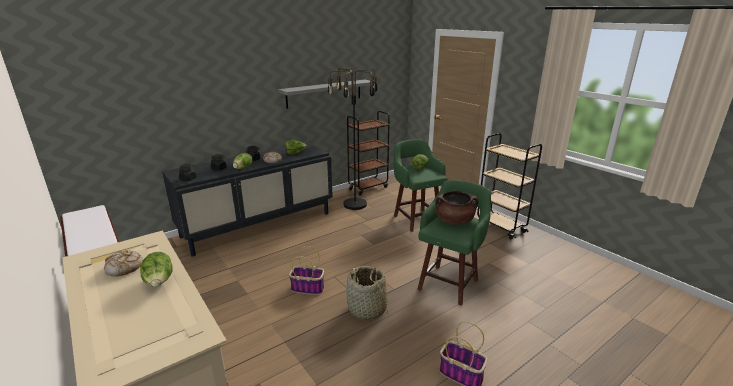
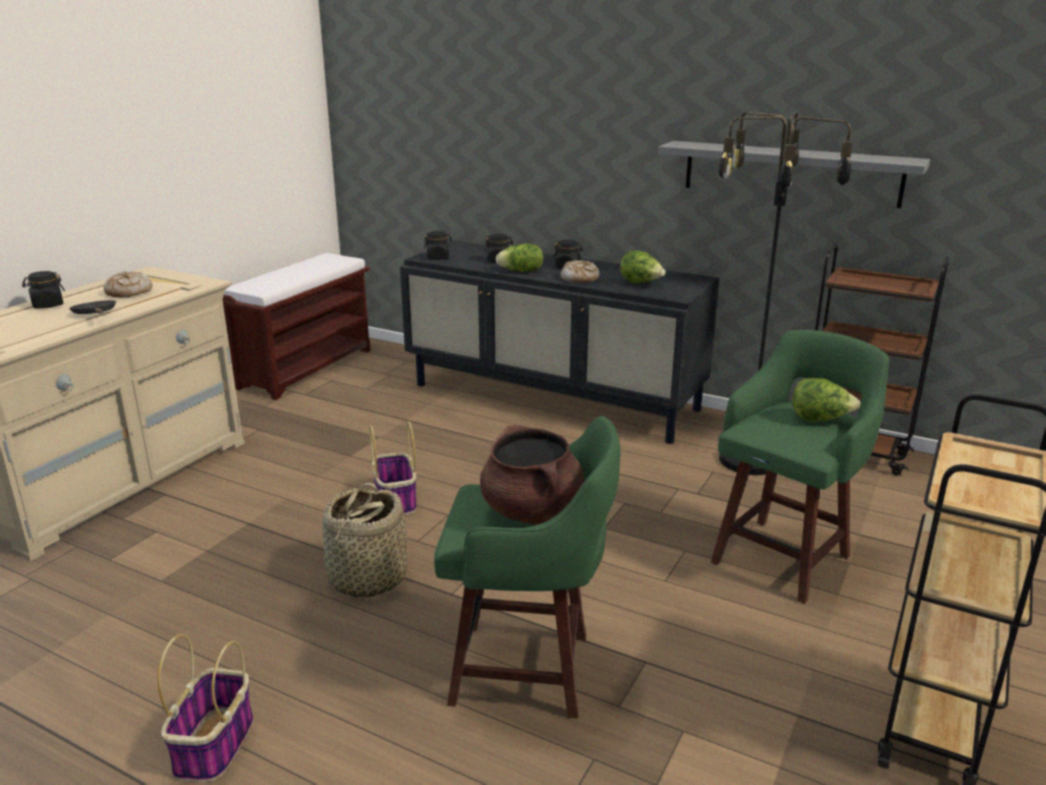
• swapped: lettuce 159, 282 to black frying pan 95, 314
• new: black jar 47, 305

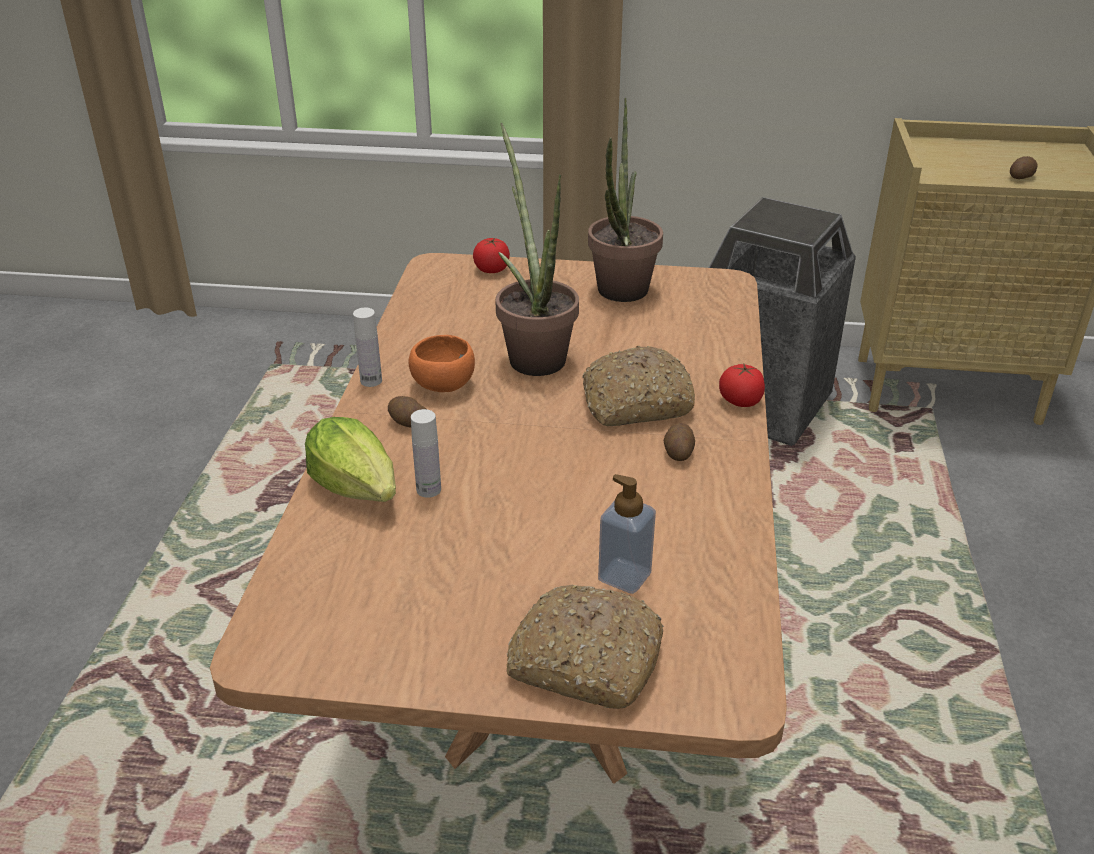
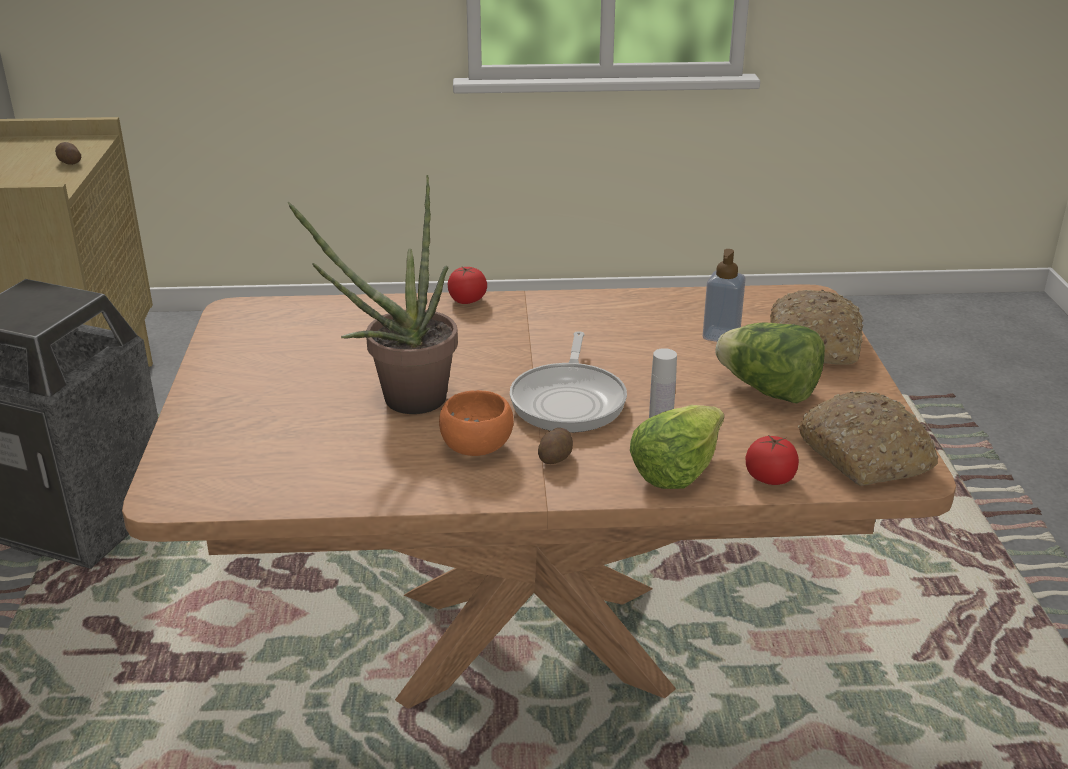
• gone: potted plant 620, 295
• shifted: tomato 492, 269 to 770, 478
• gone: white bottle 371, 381
• shifted: bread 635, 403 to 866, 455
• gone: potato 678, 452
• new: lettuce 768, 391
• new: frying pan 569, 400

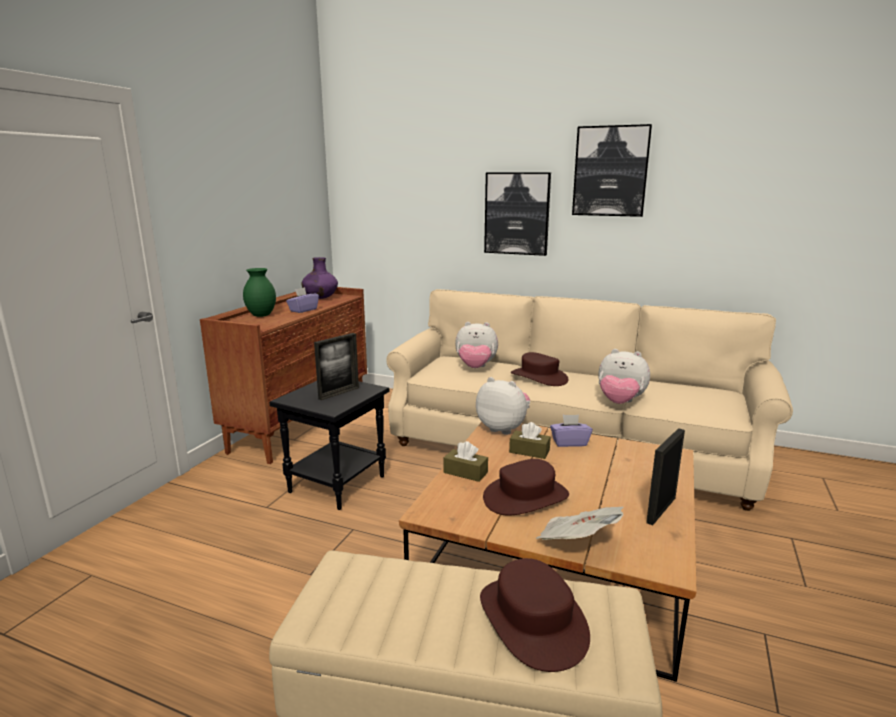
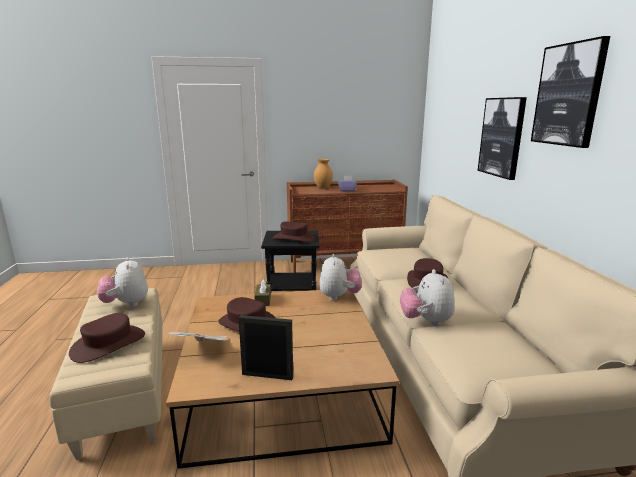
• gone: purple vase 320, 298
• repainted: green vase 261, 315 to brown vase 323, 188
• shifted: plush toy 475, 367 to 126, 304
• swapped: picture frame 339, 393 to brown hat 294, 238
• gone: purple tissue box 569, 442
• gone: brown tissue box 529, 451

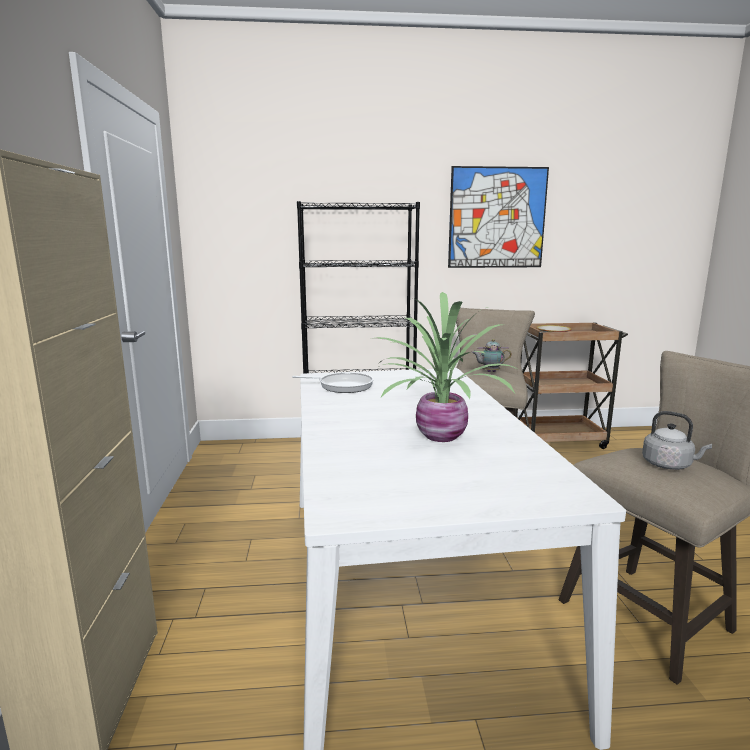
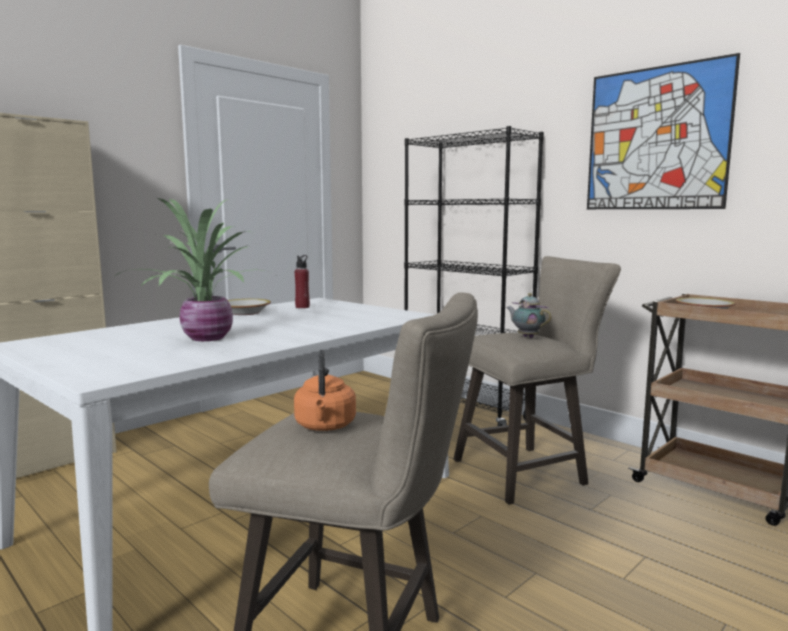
• swapped: frying pan 342, 386 to red bottle 302, 307
• repainted: grey kettle 669, 465 to orange kettle 325, 427
• new: bowl 245, 313

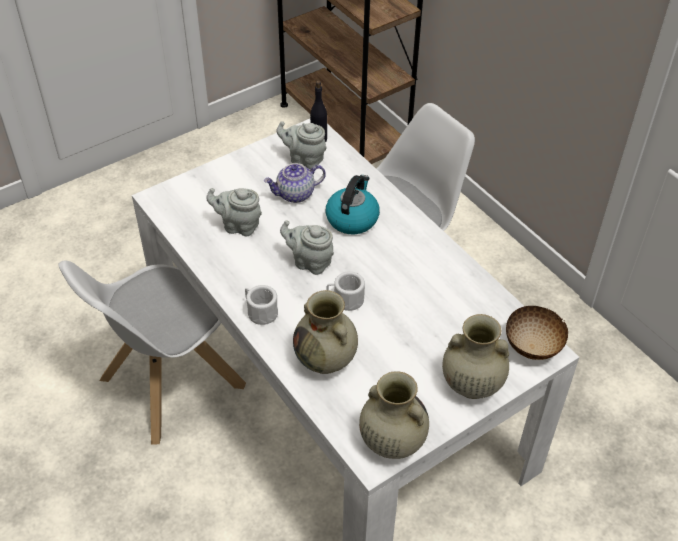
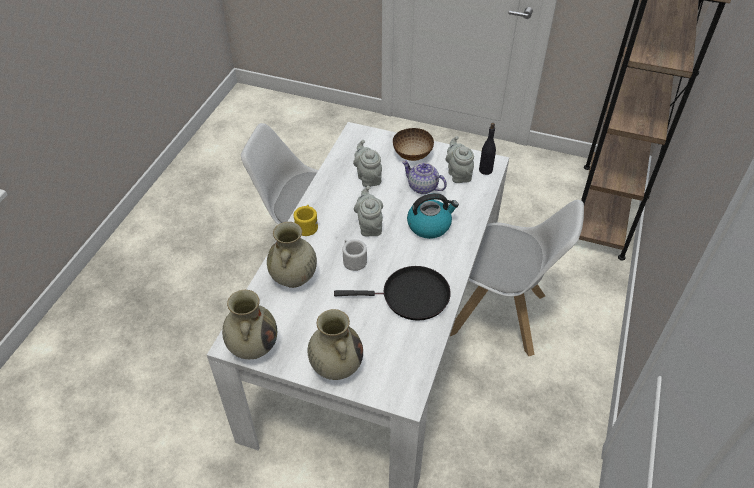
• repainted: white mug 260, 311 to yellow mug 307, 226
• shifted: bowl 532, 348 to 412, 155
• new: black frying pan 411, 296

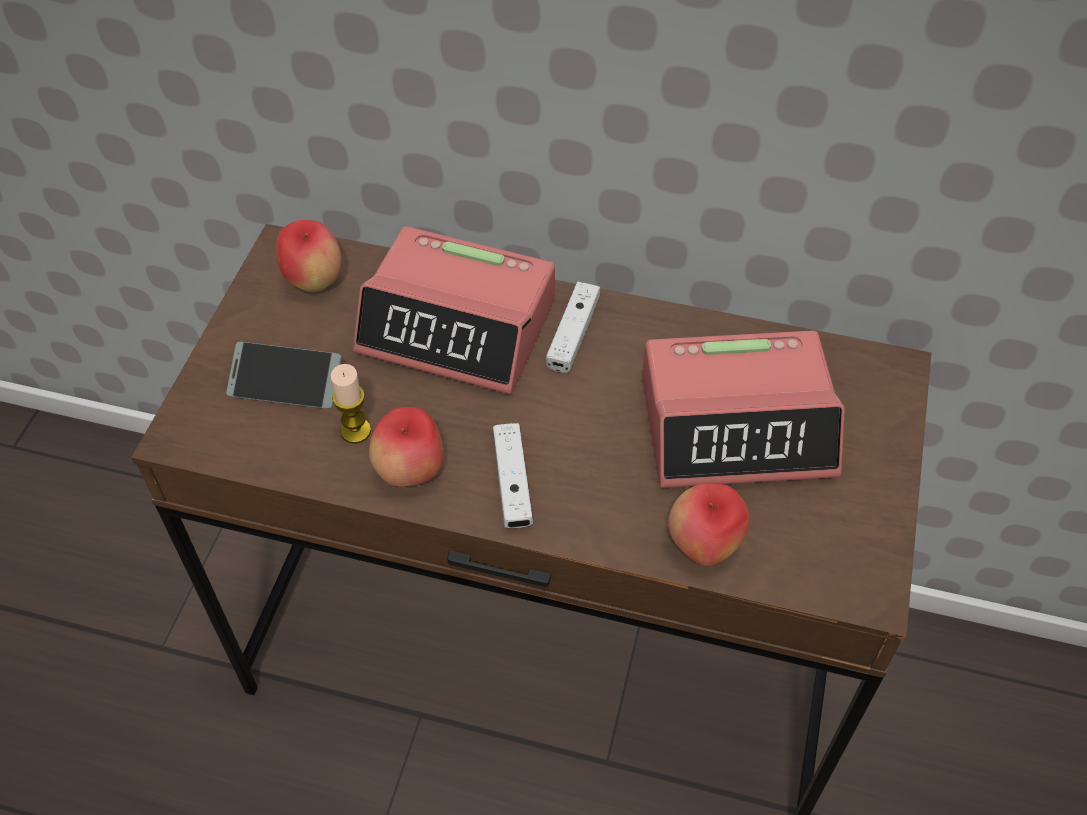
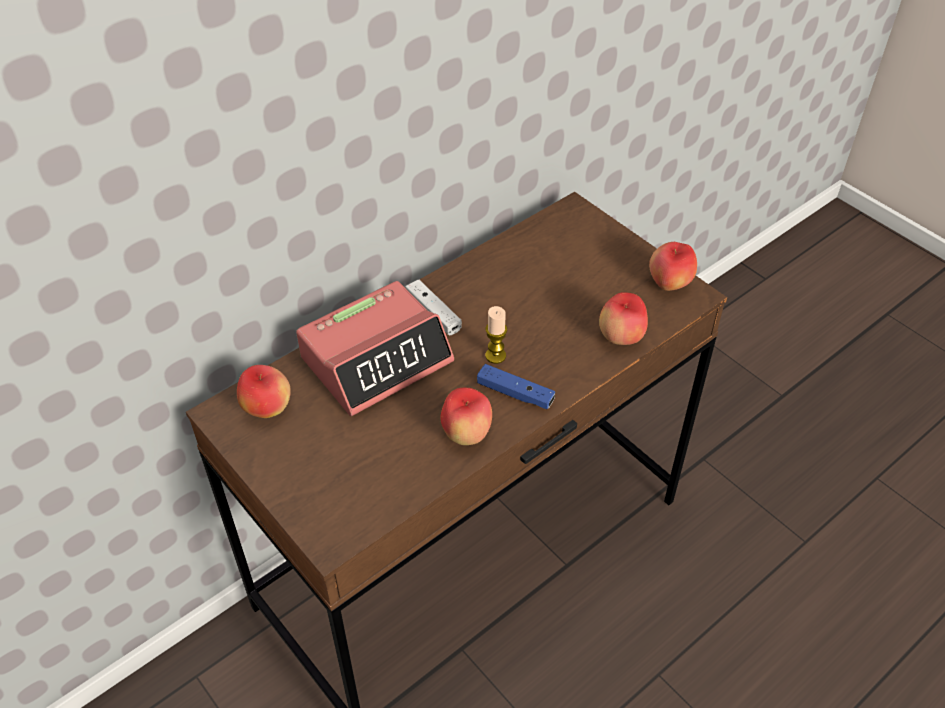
• gone: alarm clock 737, 425
• gone: phone 286, 383
• shifted: candle 355, 431 to 495, 356
• repainted: white game controller 512, 483 to blue game controller 515, 393
• new: apple 669, 284

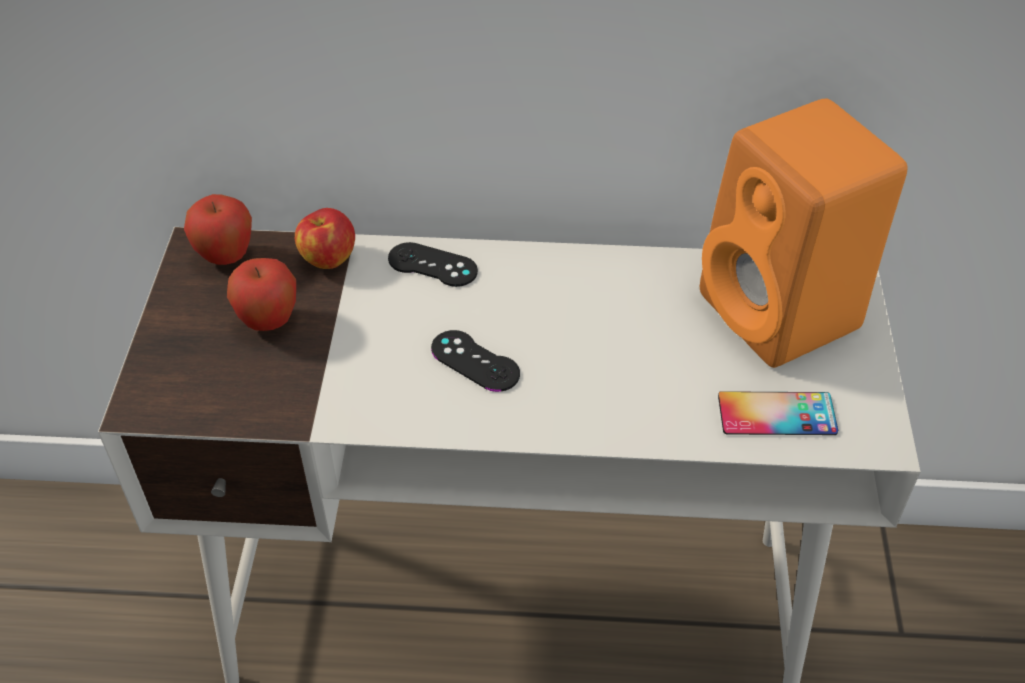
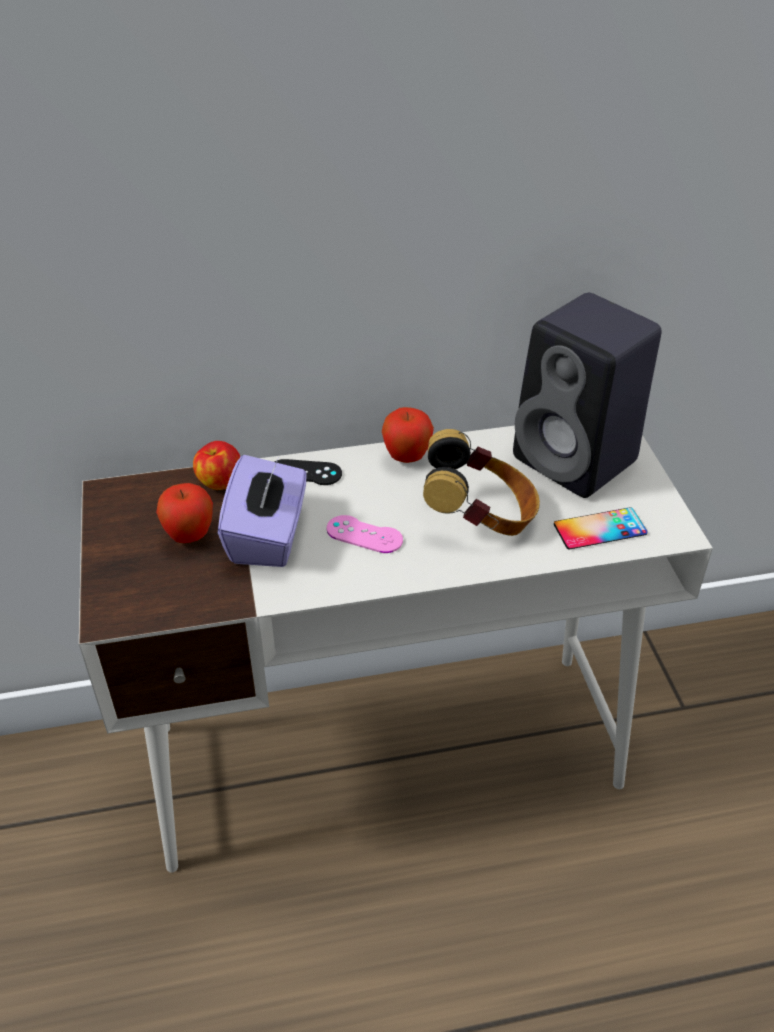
• repainted: orange speaker 783, 314 to black speaker 578, 461
• shifted: apple 226, 257 to 407, 458
• repainted: black game controller 475, 361 to pink game controller 364, 534
• new: headphones 480, 518
• new: purple tissue box 268, 536

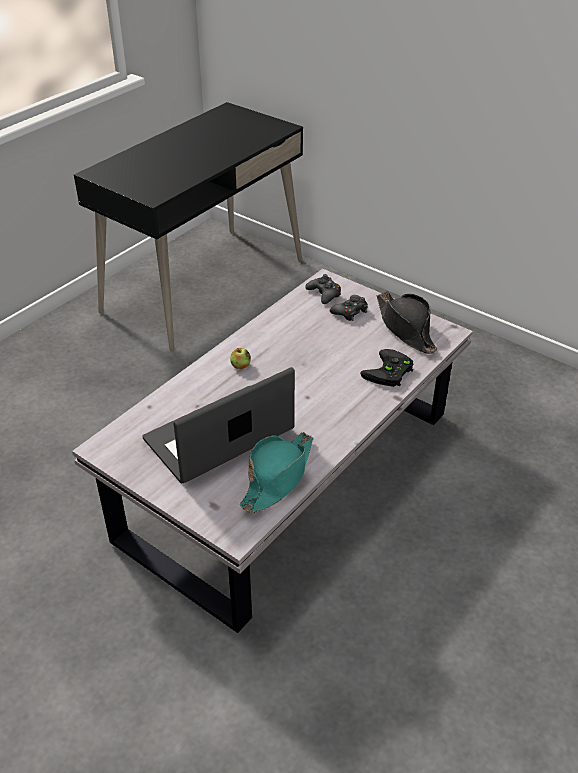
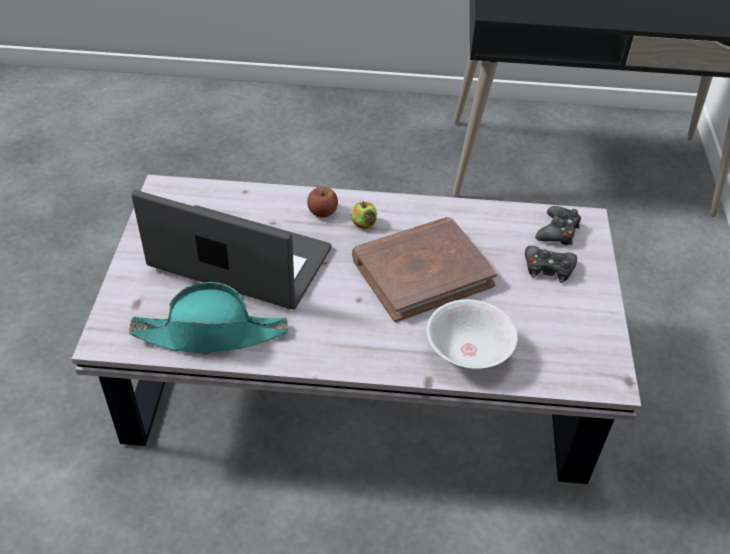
• gone: black hat 406, 328
• swapped: black game controller 389, 373 to white bowl 467, 354
• new: apple 322, 212
• new: brown book 422, 272

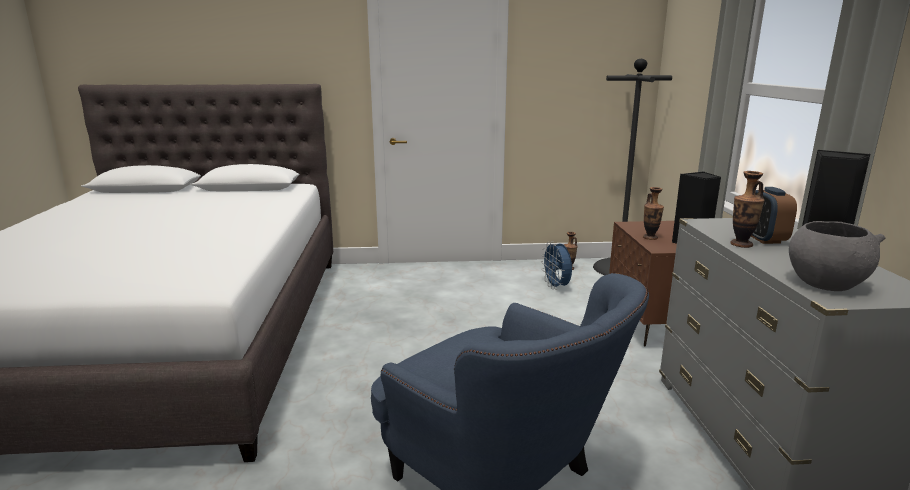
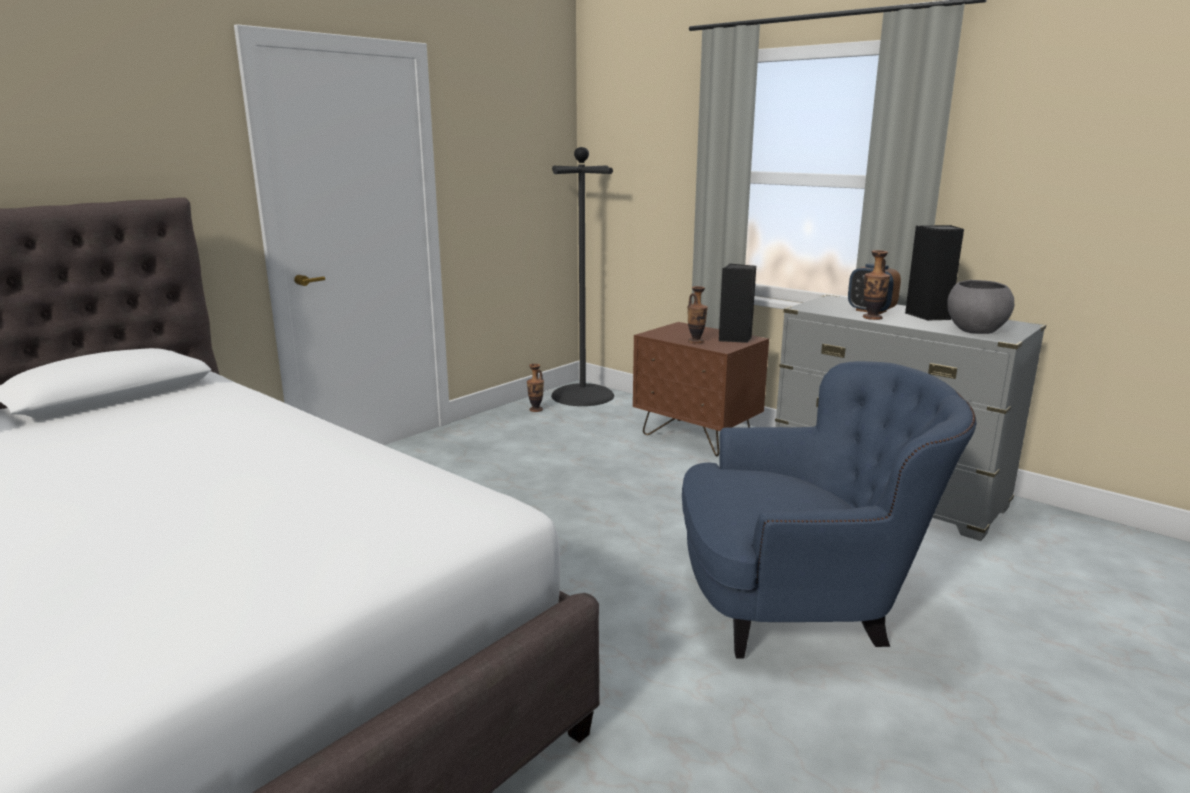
• gone: blue fan 556, 287

